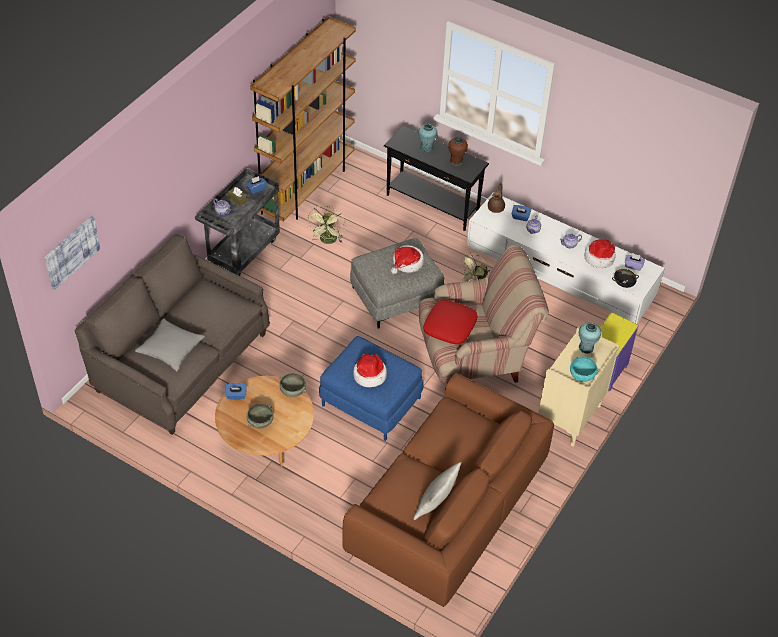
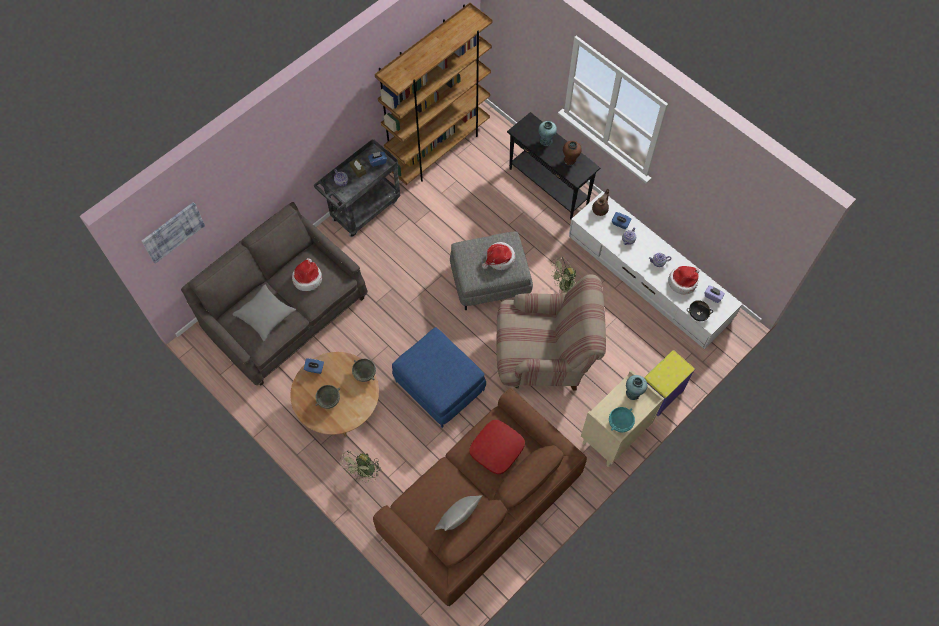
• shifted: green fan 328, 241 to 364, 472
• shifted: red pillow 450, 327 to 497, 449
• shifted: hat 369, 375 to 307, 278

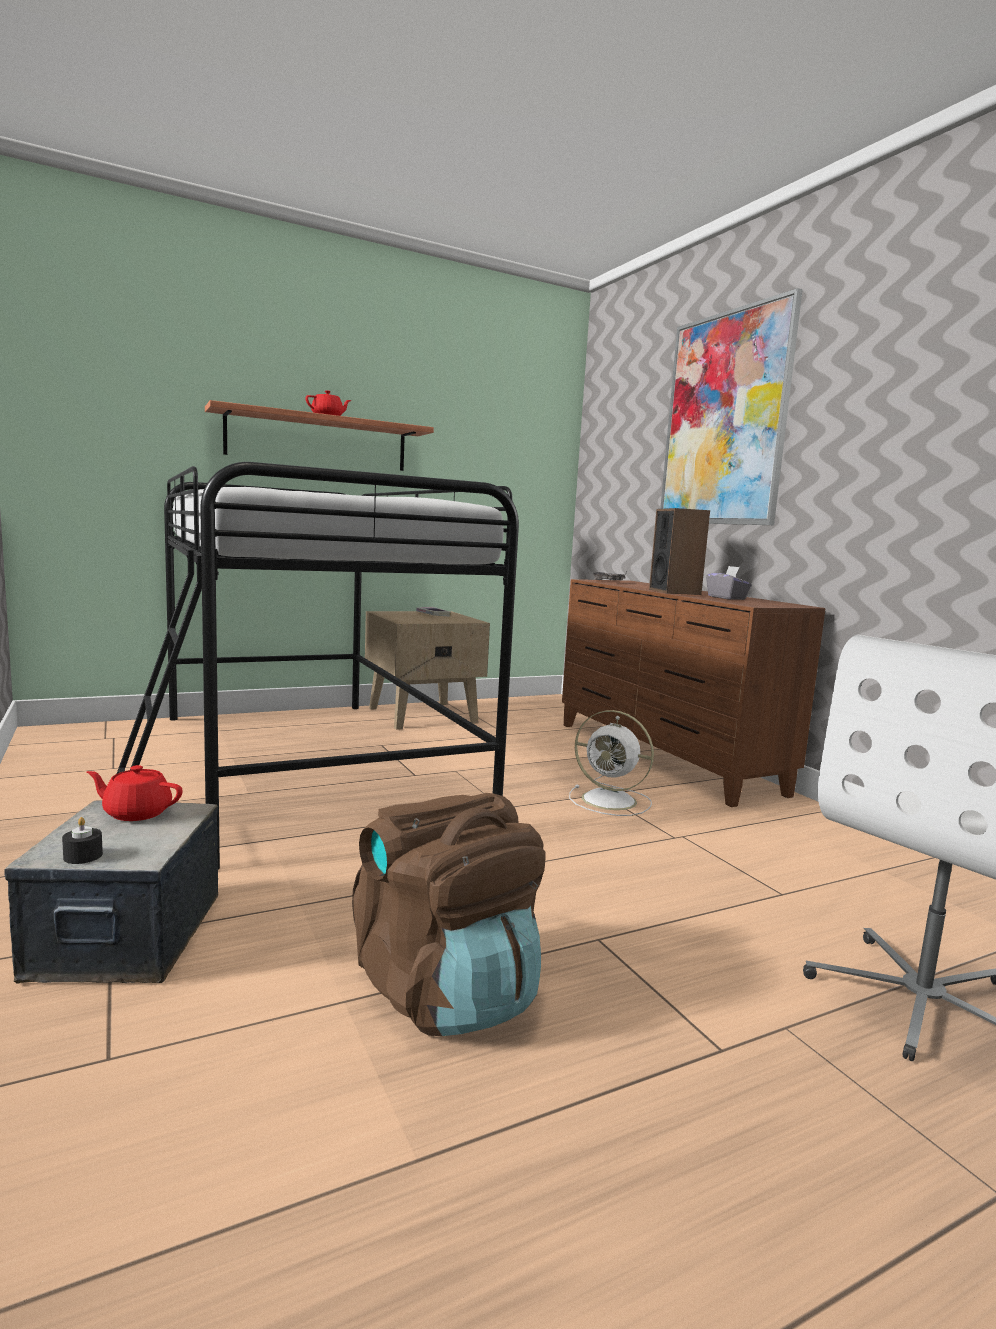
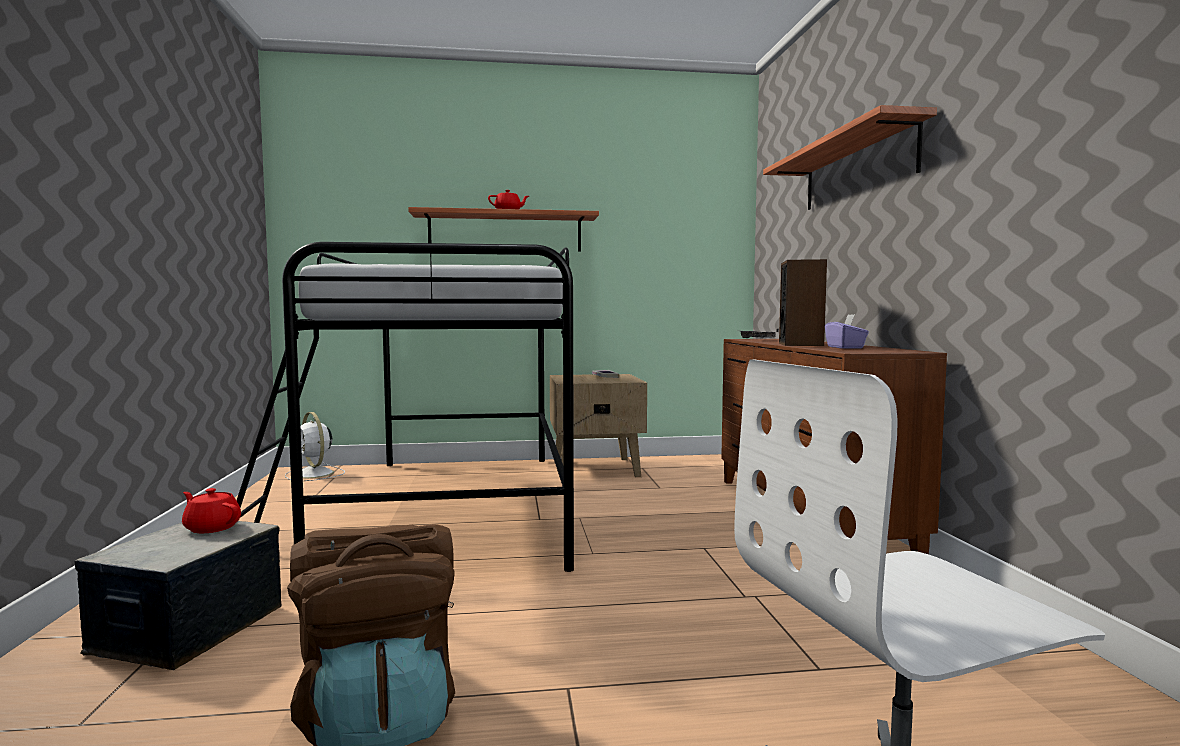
• swapped: picture 724, 419 to shelf 857, 169
• repainted: grey tissue box 727, 598 to purple tissue box 845, 347
• shifted: white fan 611, 801 to 314, 474
• gone: black candle 83, 856

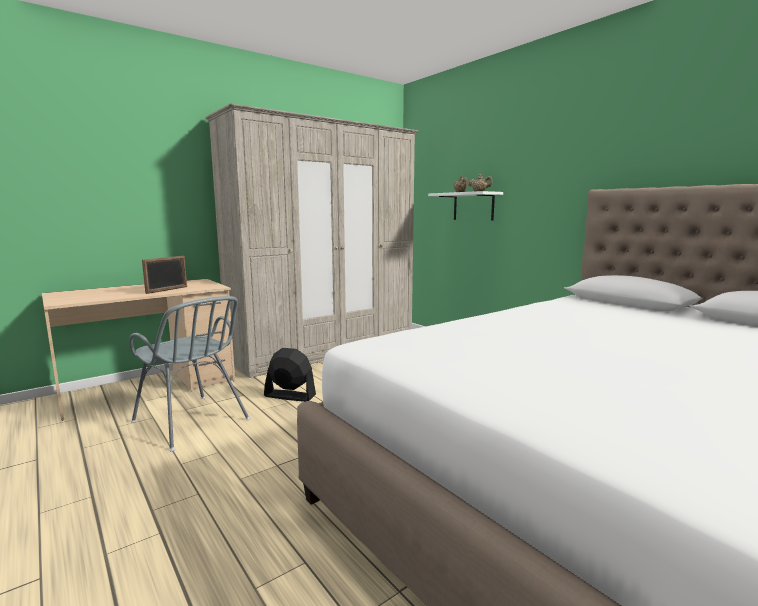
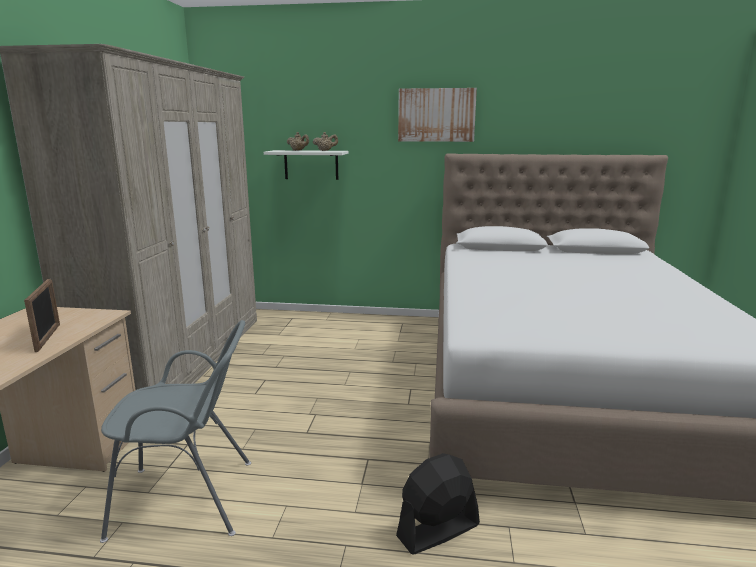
• shifted: black fan 289, 396 to 438, 531
• new: picture 436, 115

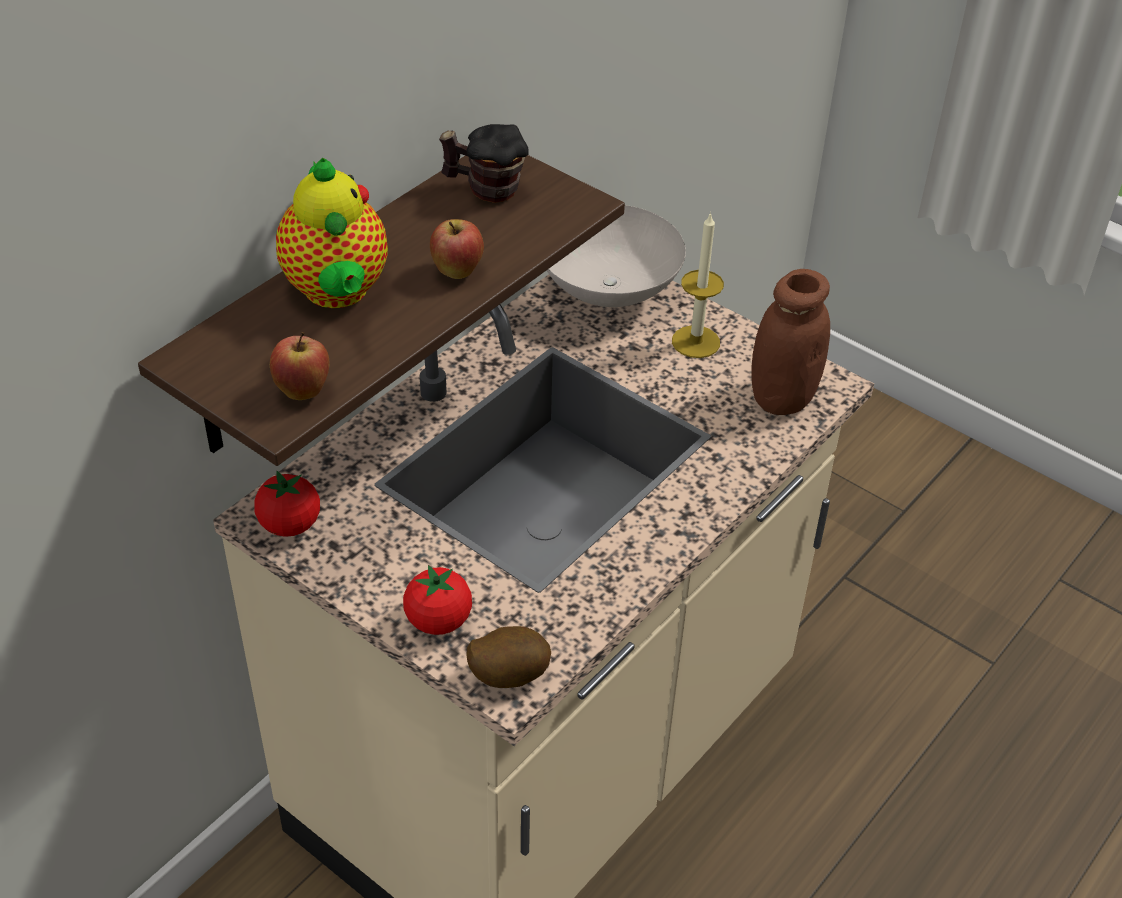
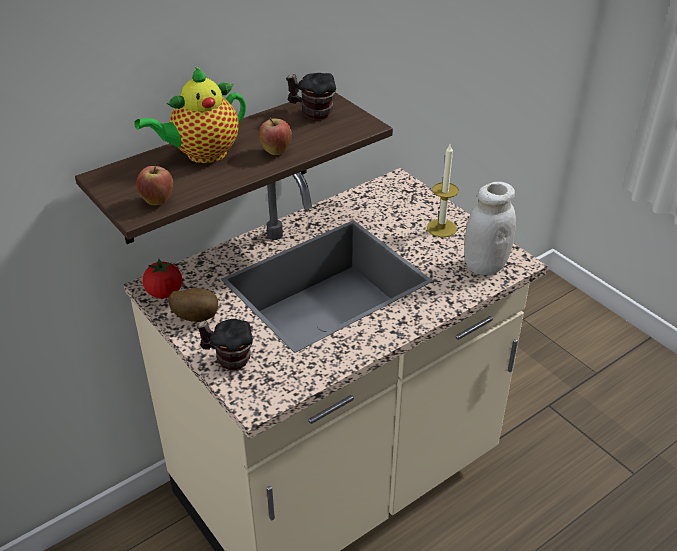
• rotated: teapot 337, 293 = 202, 154 60 degrees clockwise
• gone: white bowl 610, 289
• repainted: brown jar 782, 398 to white jar 485, 266
• swapped: tomato 438, 621 to mug 228, 358
• shifted: potato 507, 675 to 196, 317

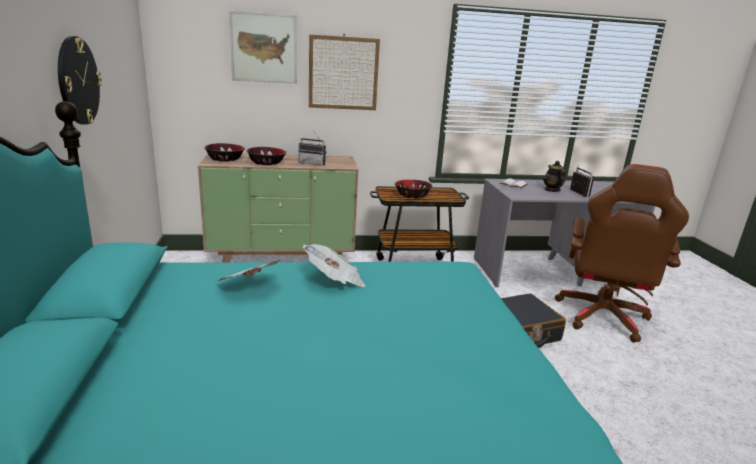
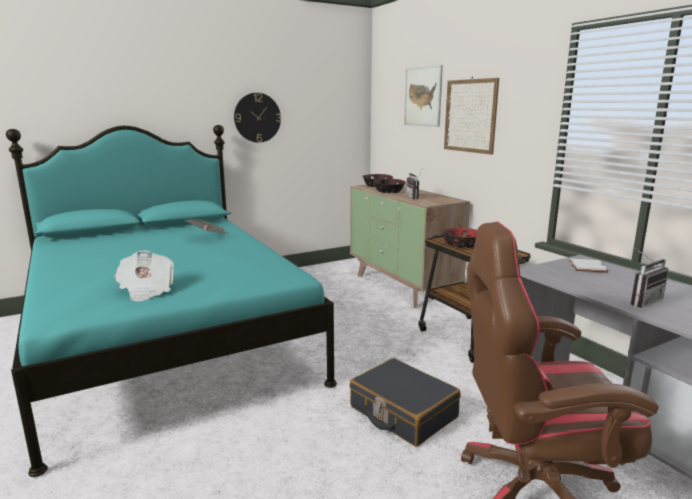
• gone: teapot 552, 190
• shifted: newspaper 335, 280 to 146, 290

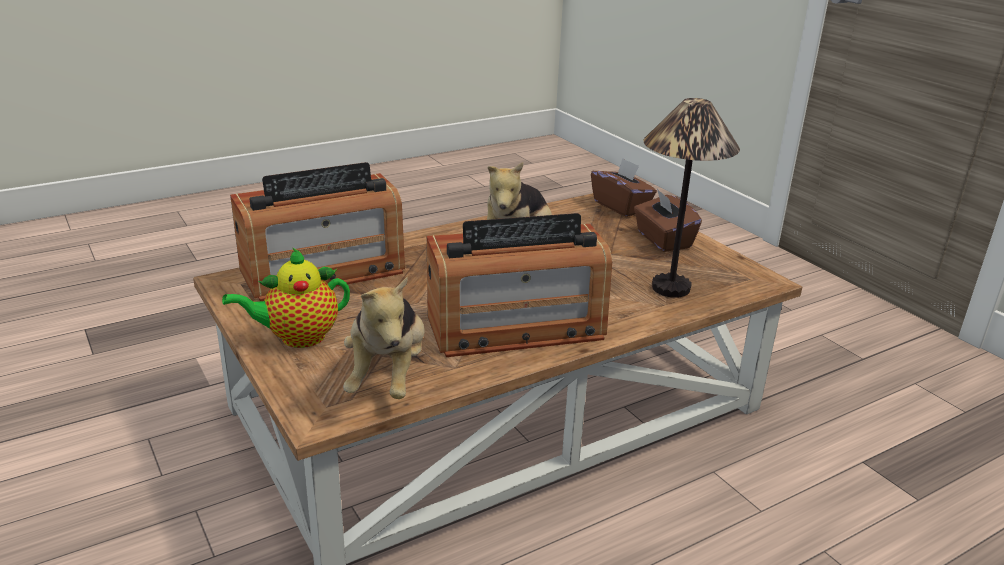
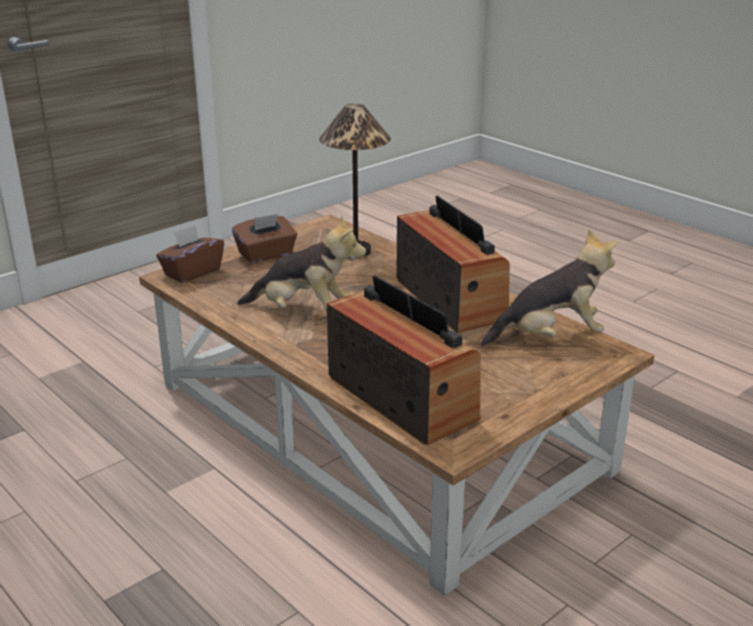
• gone: teapot 297, 338

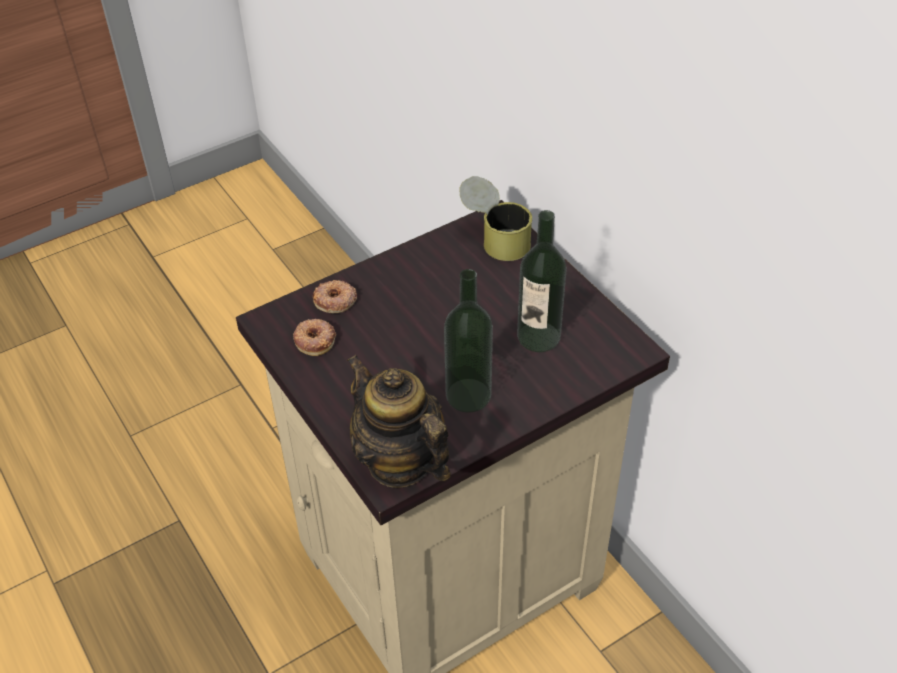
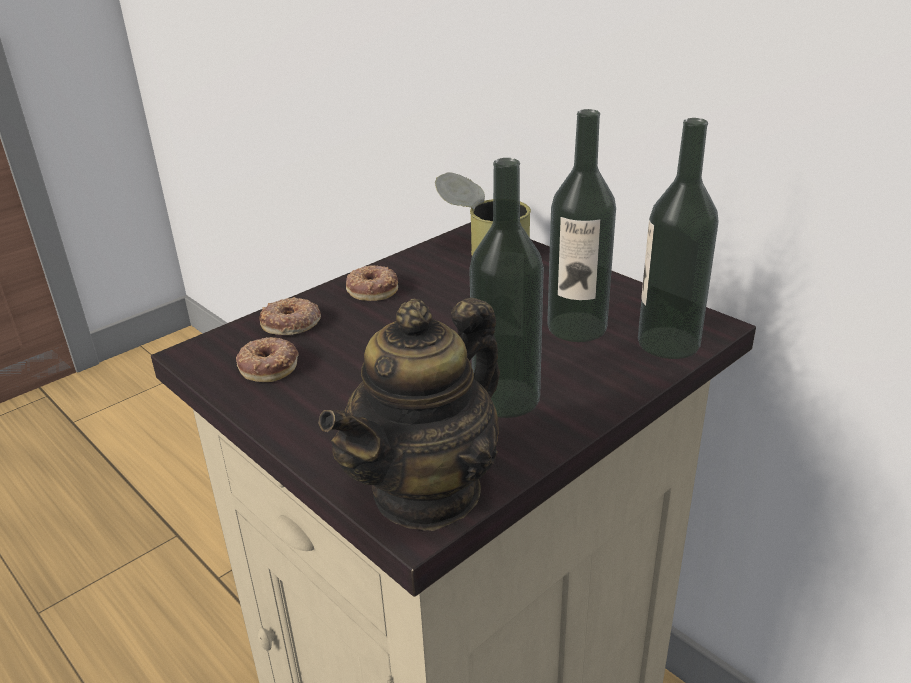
• rotated: teapot 399, 461 = 427, 491 90 degrees counterclockwise
• new: bottle 668, 343
• new: donut 373, 288

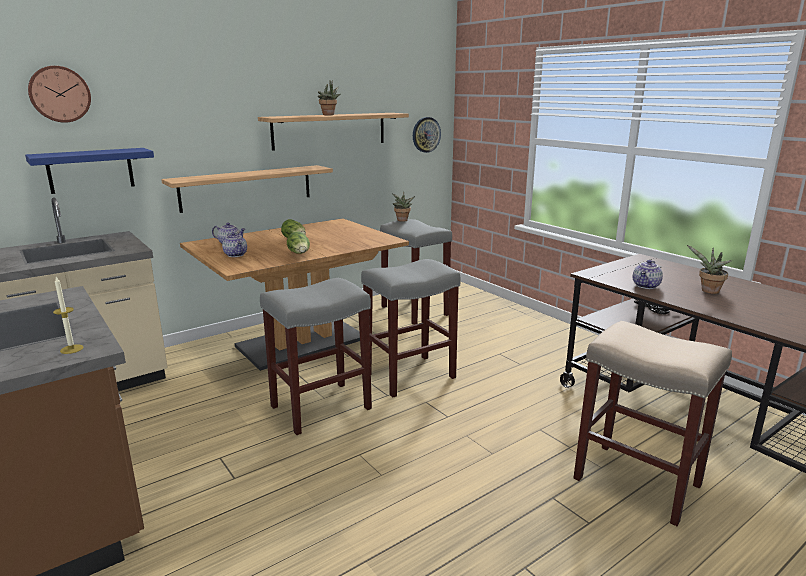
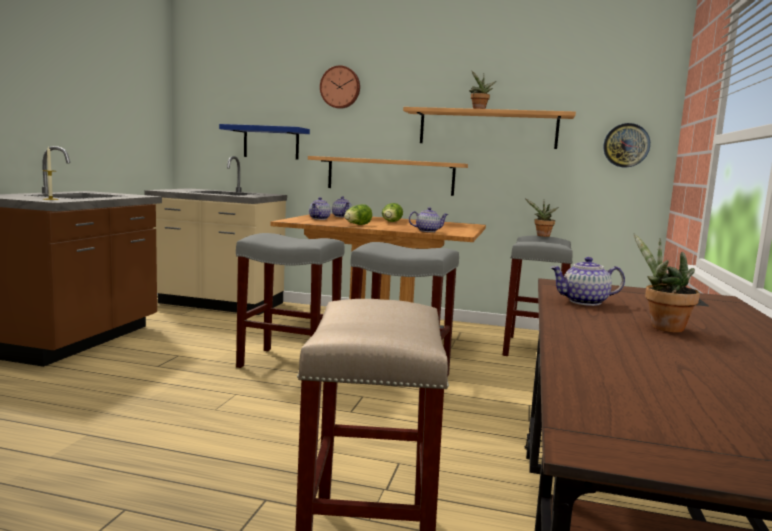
• shifted: wall clock 59, 94 to 340, 87
• new: teapot 427, 231

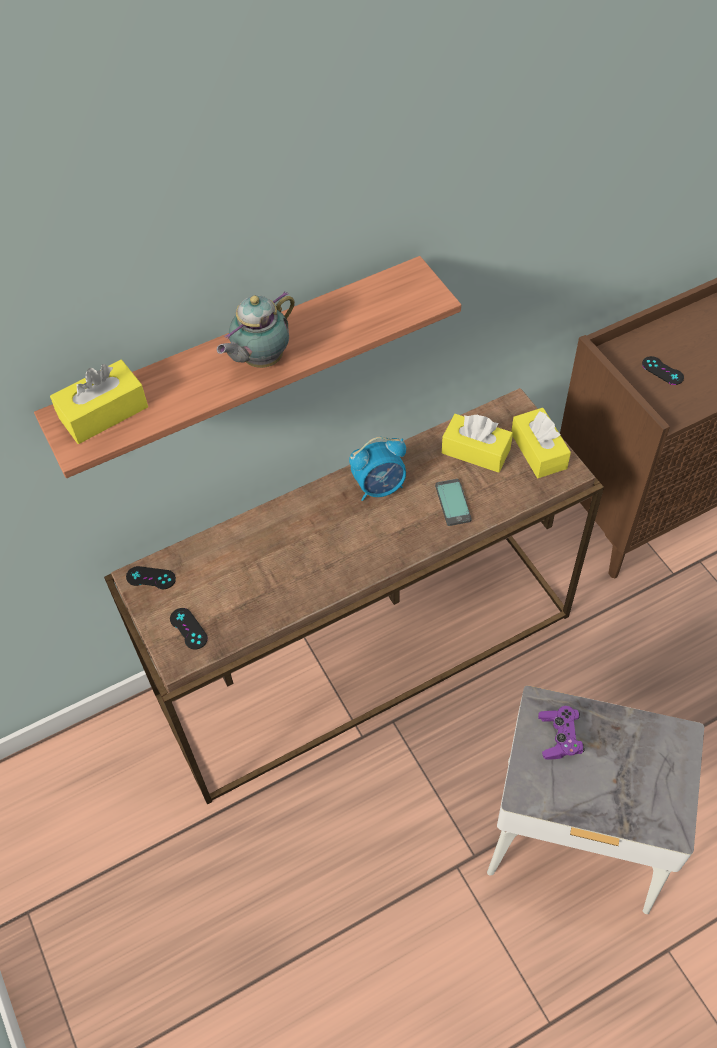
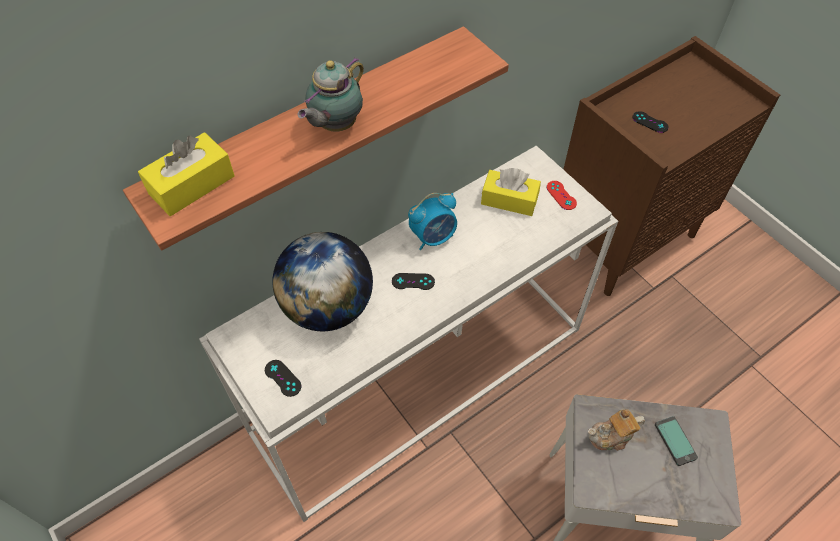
• repainted: brown console table 366, 652 to white console table 420, 376
• swapped: yellow tissue box 538, 451 to red game controller 561, 195
• shifted: phone 453, 503 to 675, 441
• shifted: black game controller 151, 578 to 413, 281
• swapped: purple game controller 559, 737 to teapot 611, 436
• new: globe 328, 307

